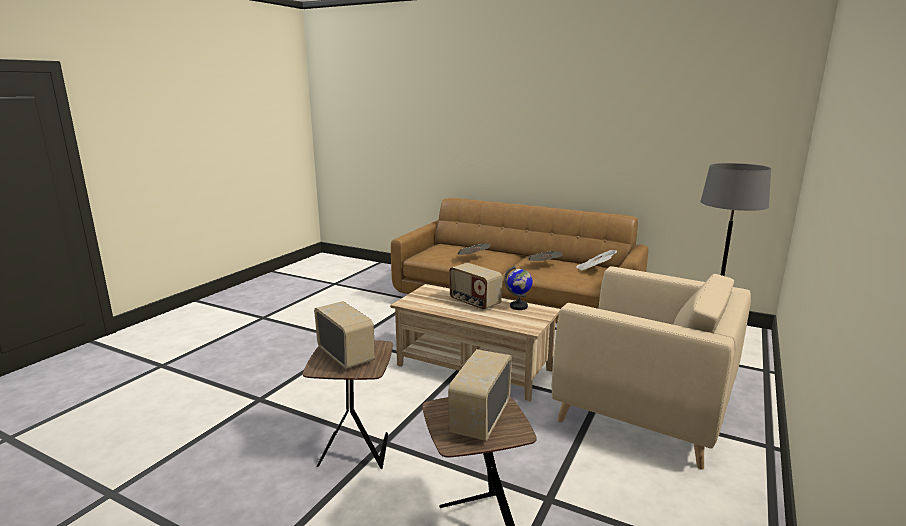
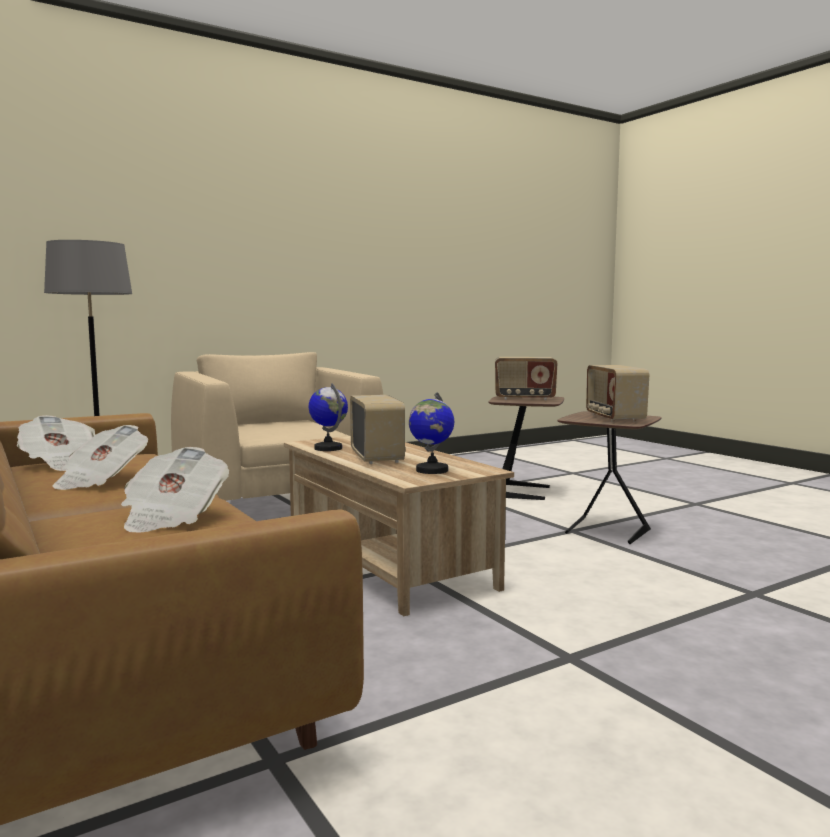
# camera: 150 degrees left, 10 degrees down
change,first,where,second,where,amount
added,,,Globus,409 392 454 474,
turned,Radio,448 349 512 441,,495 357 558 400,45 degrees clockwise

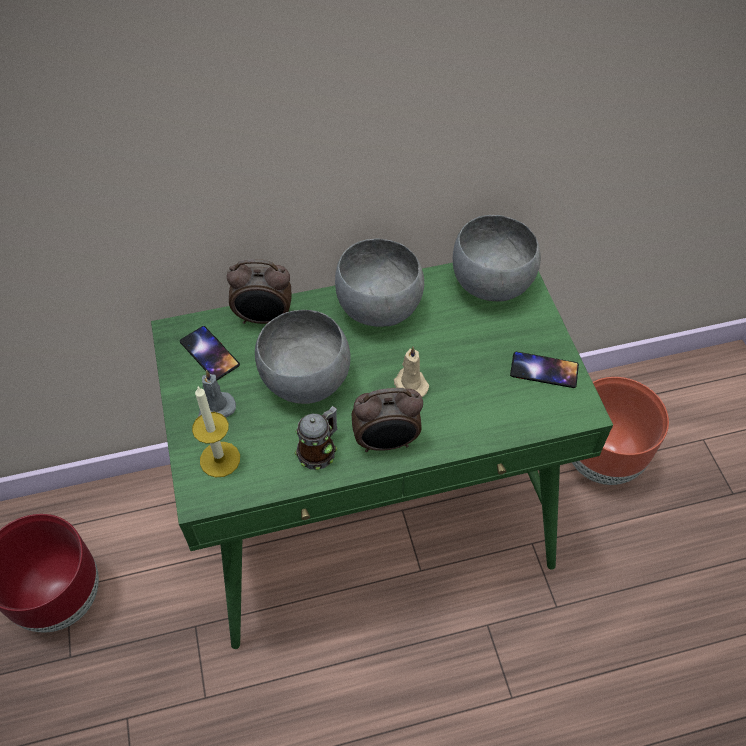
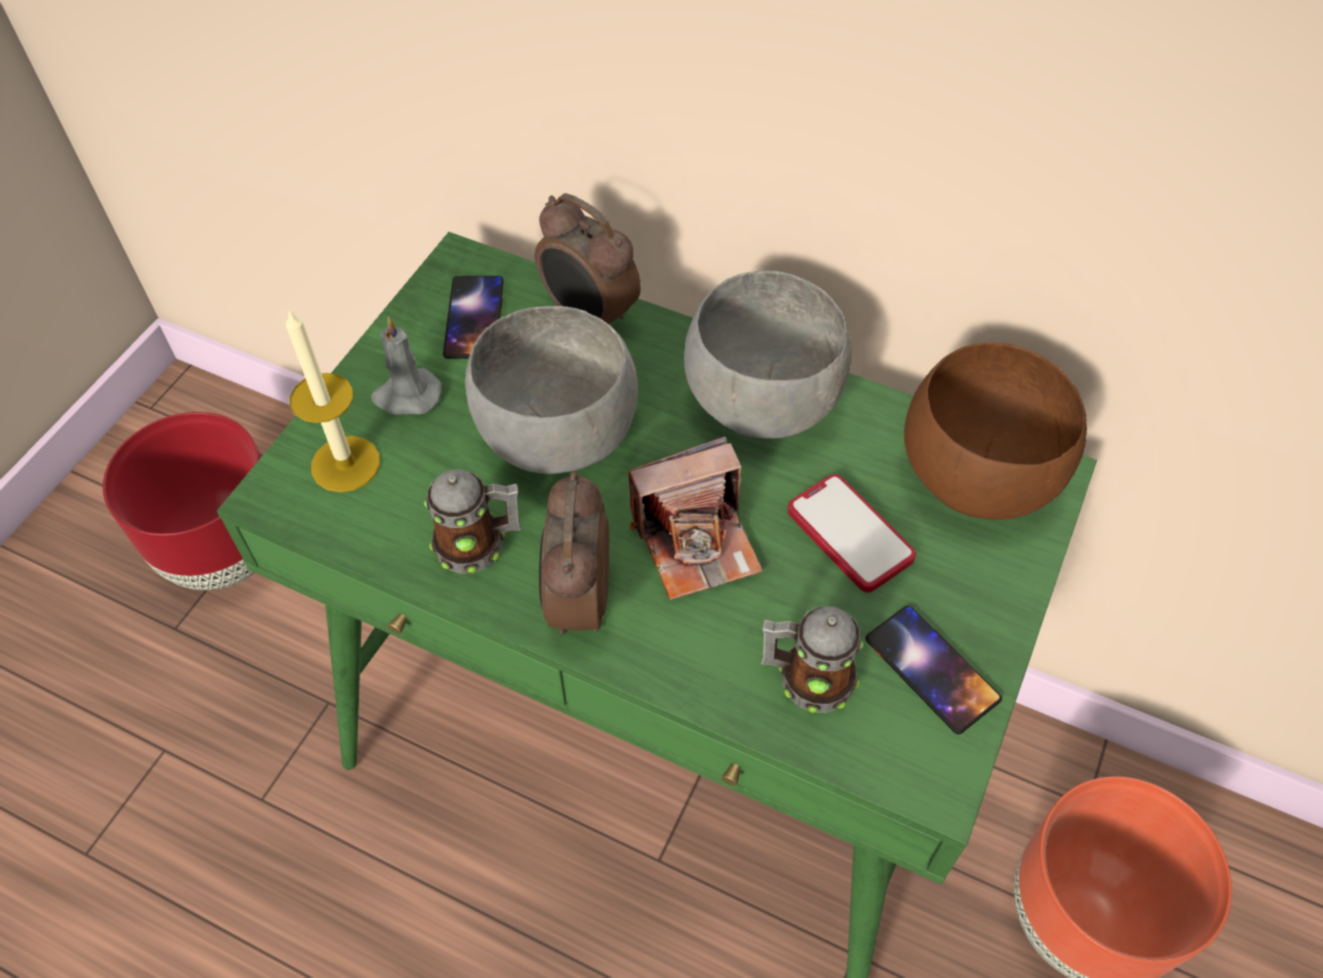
# camera: 40 degrees right, 0 degrees up
change,first,where,second,where,amount
added,,,Henkelbecher,761 606 864 713,
added,,,Handy,788 474 916 593,
replaced,Kerze [beige],394 346 429 397,Kamera,628 436 763 600,
recoloured,Schüssel [grau],453 215 541 301,Schüssel [braun],904 342 1087 520,
turned,Wecker,352 388 423 452,,539 471 609 635,60 degrees clockwise

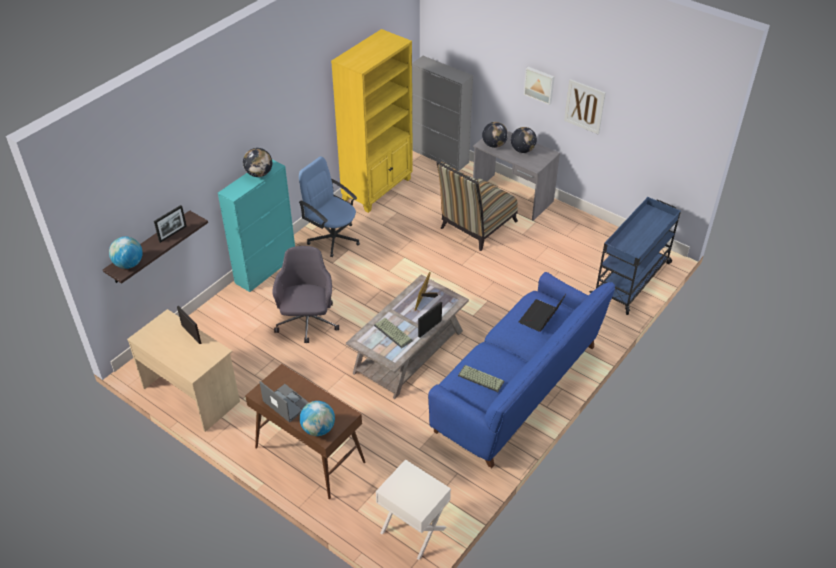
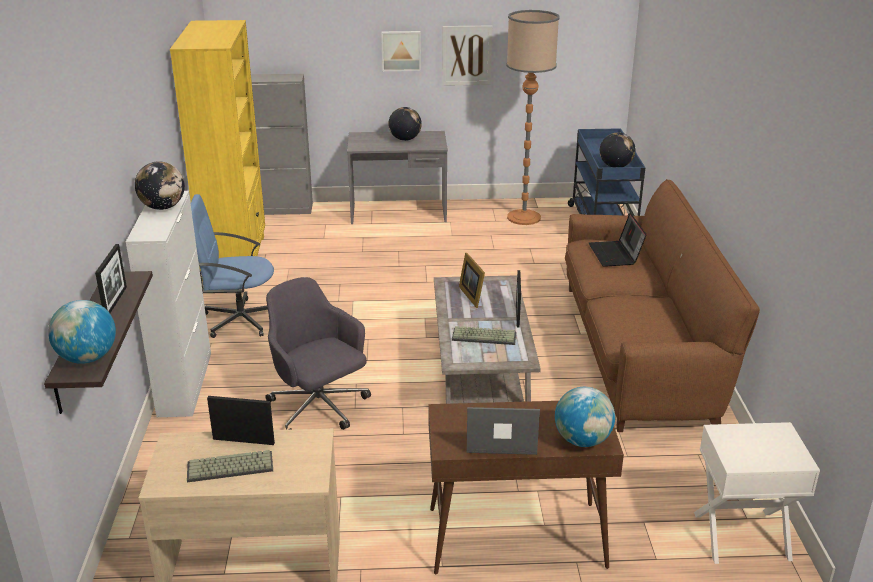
# camera: 40 degrees left, 15 degrees down
change,first,where,second,where,amount
removed,Stuhl,436 161 518 251,,,
added,,,Stehlampe,506 10 560 225,
moved,Tastatur,458 365 504 392,,187 450 273 482,
moved,Globus,482 122 508 148,,600 133 635 167,
recoloured,Schrank [türkis],218 159 295 292,Schrank [weiß],126 191 211 417,
recoloured,Sofa [blau],428 272 615 468,Sofa [braun],565 179 760 432,

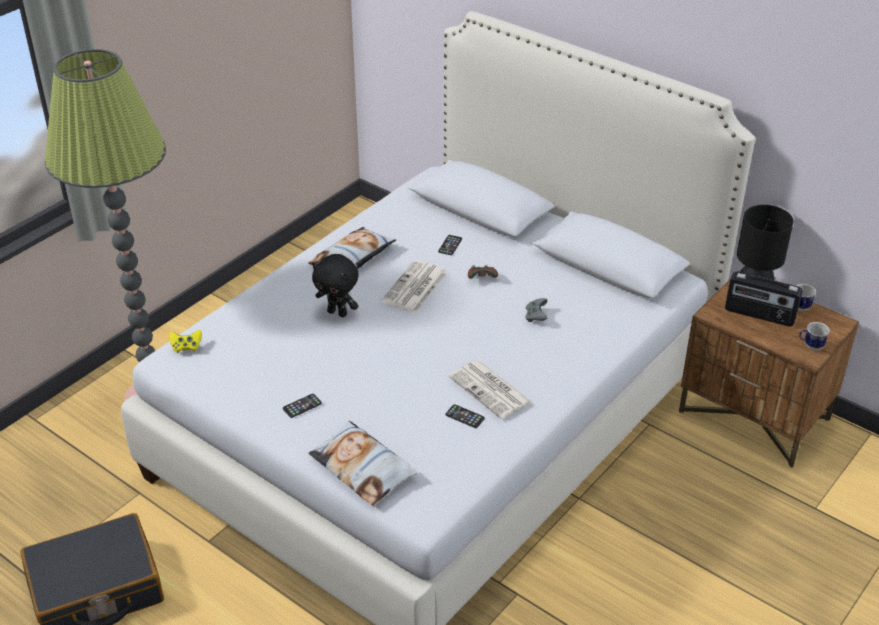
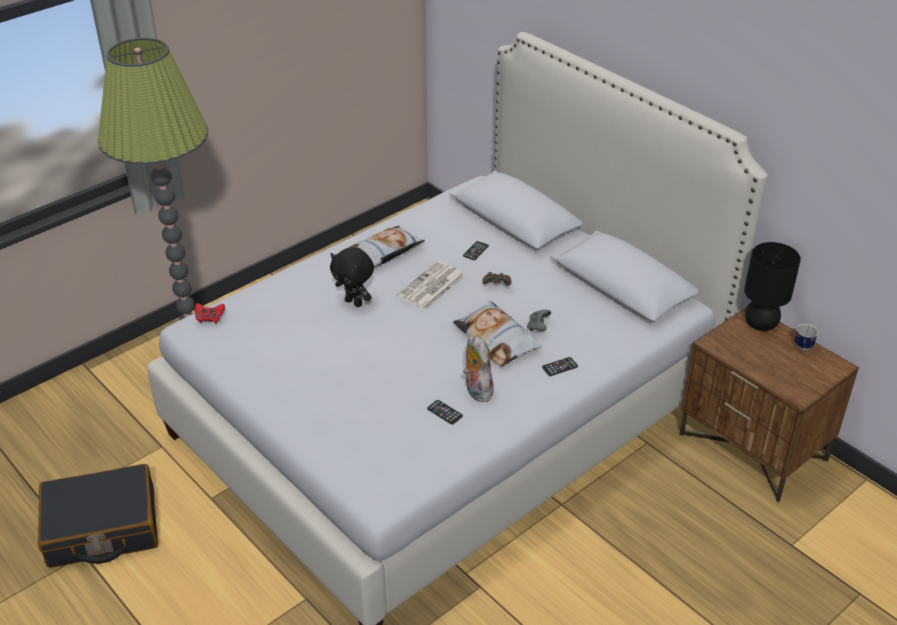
# camera: 10 degrees right, 0 degrees up
change,first,where,second,where,amount
removed,Radio,725 272 802 327,,,
removed,Henkelbecher,799 322 830 350,,,
moved,Handy,283 394 322 418,,542 357 578 376,
moved,Kissen,309 421 417 505,,453 301 542 367,
replaced,Zeitung,449 360 532 419,Plüschtier,463 336 494 402,
recoloured,Gamepad [gelb],169 330 202 353,Gamepad [rot],195 303 225 324,

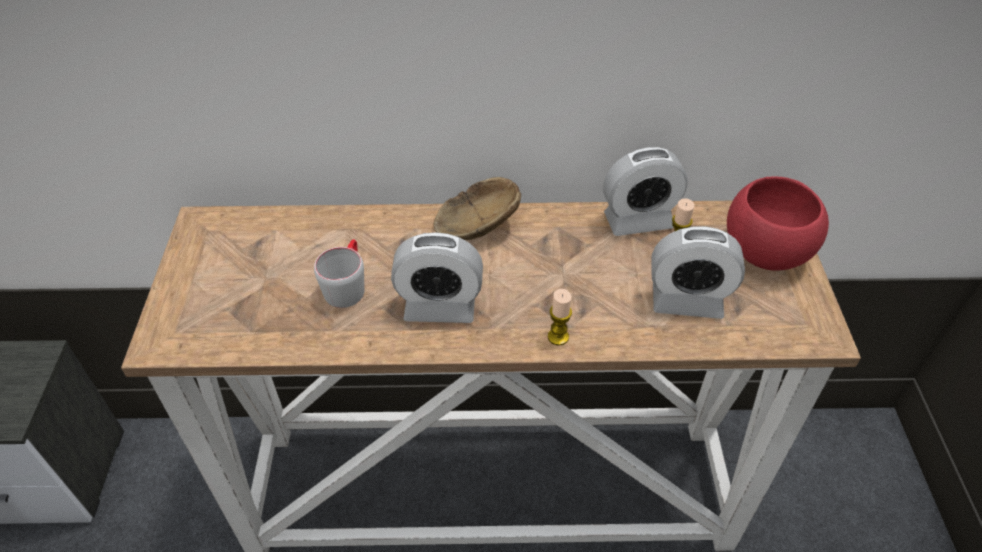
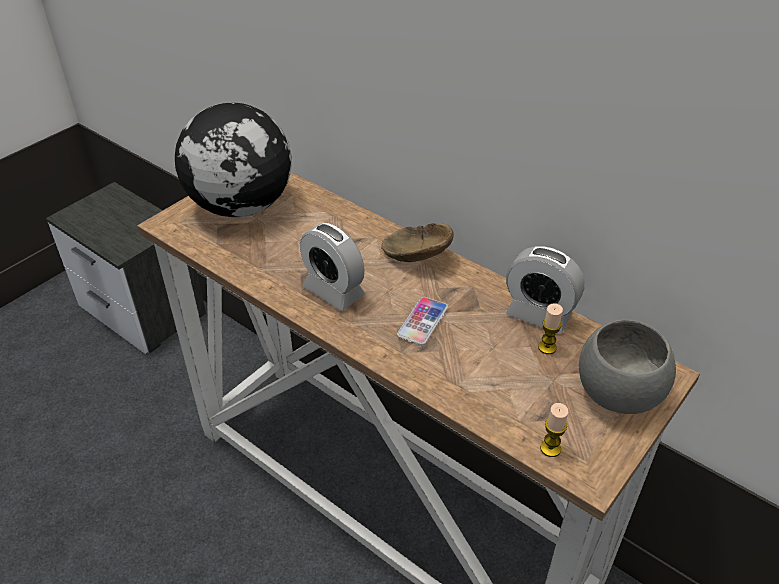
# camera: 40 degrees right, 5 degrees down
change,first,where,second,where,amount
removed,Henkelbecher [grau],314 239 364 308,,,
removed,Wecker,651 226 745 319,,,
added,,,Globus,175 103 292 217,
added,,,Handy,397 297 448 346,
moved,Kerze,548 289 572 346,,540 403 568 457,
recoloured,Schüssel [rot],727 177 829 271,Schüssel [grau],579 319 676 414,

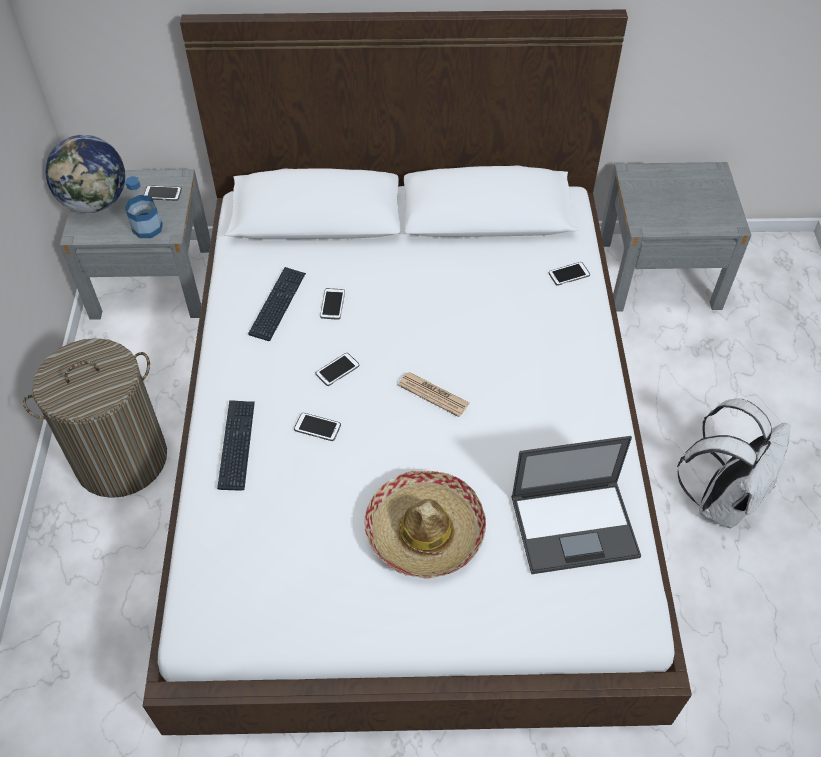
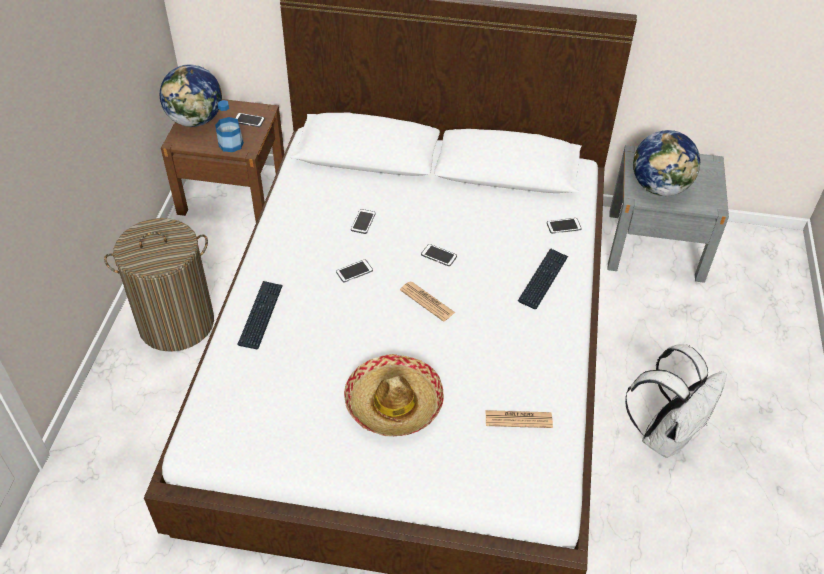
# camera: 10 degrees right, 5 degrees down
change,first,where,second,where,amount
added,,,Globus,633 130 700 196,
moved,Tastatur,248 267 306 341,,518 248 568 309,
moved,Handy,294 413 341 441,,421 244 457 266,
replaced,Laptop,511 436 641 574,Zeitung,485 410 553 428,
recoloured,Nachttisch [grau],60 169 211 320,Nachttisch [braun],161 99 284 222,

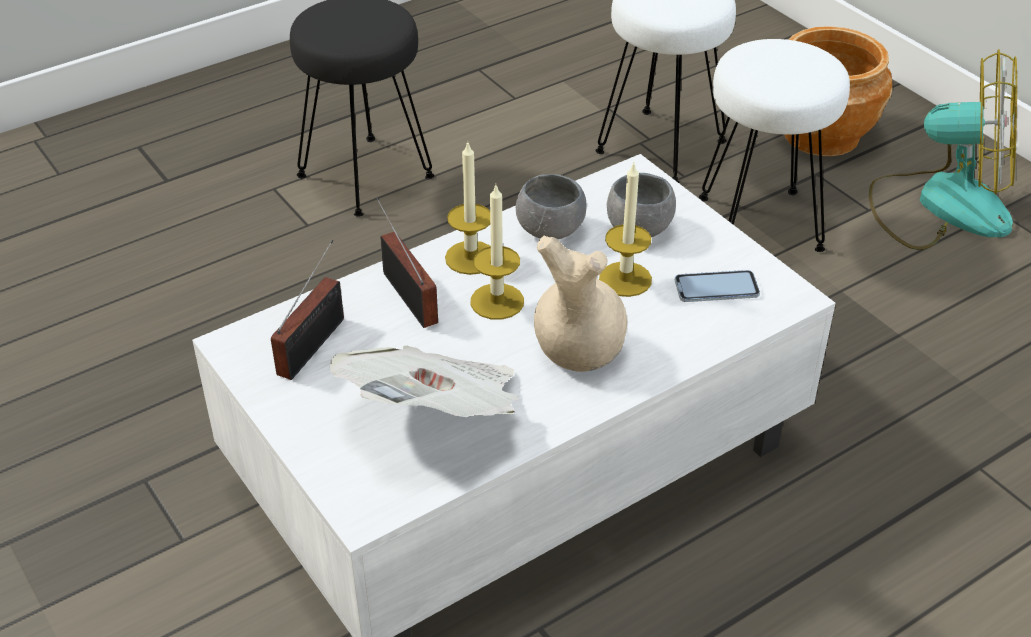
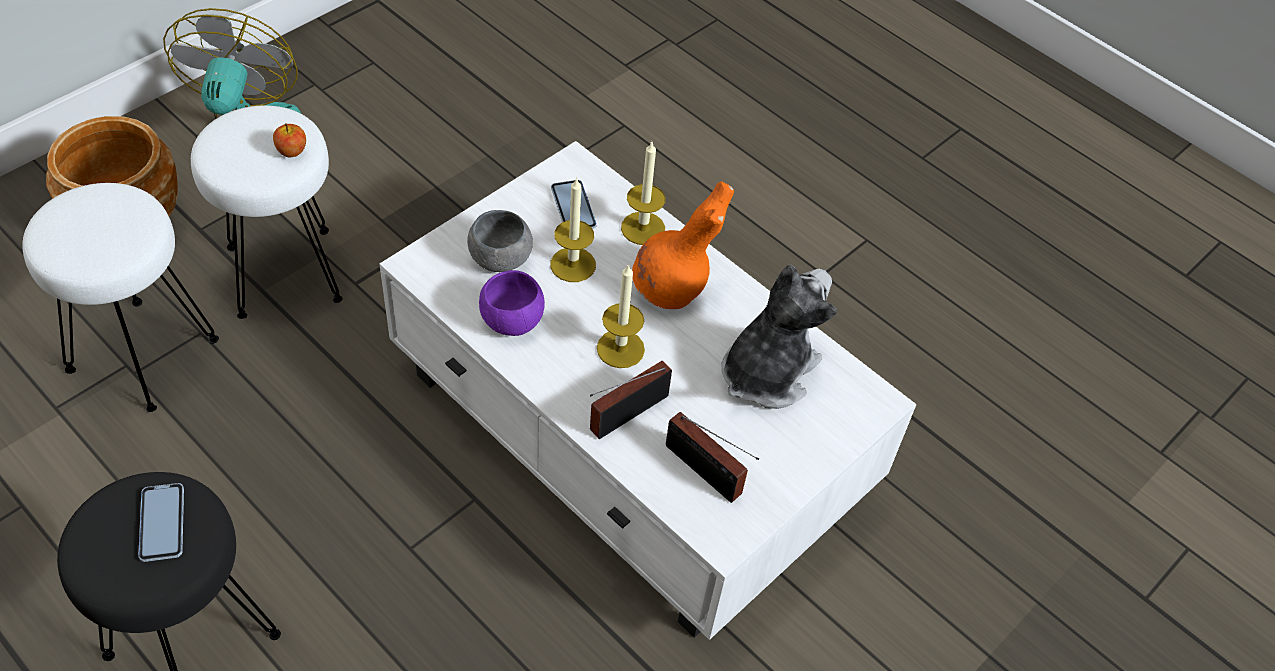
# camera: 105 degrees left, 10 degrees up
change,first,where,second,where,amount
added,,,Handy,138 483 184 562,
added,,,Apfel,273 123 306 157,
moved,Kerze,445 140 490 275,,621 142 665 245,
replaced,Zeitung,330 346 519 417,Plüschtier,721 265 837 409,
recoloured,Schüssel [grau],516 174 587 239,Schüssel [lila],479 270 545 336,
recoloured,Vase [beige],534 236 627 372,Vase [orange],632 181 734 309,
turned,Radio,271 240 344 380,,666 412 759 503,150 degrees counterclockwise

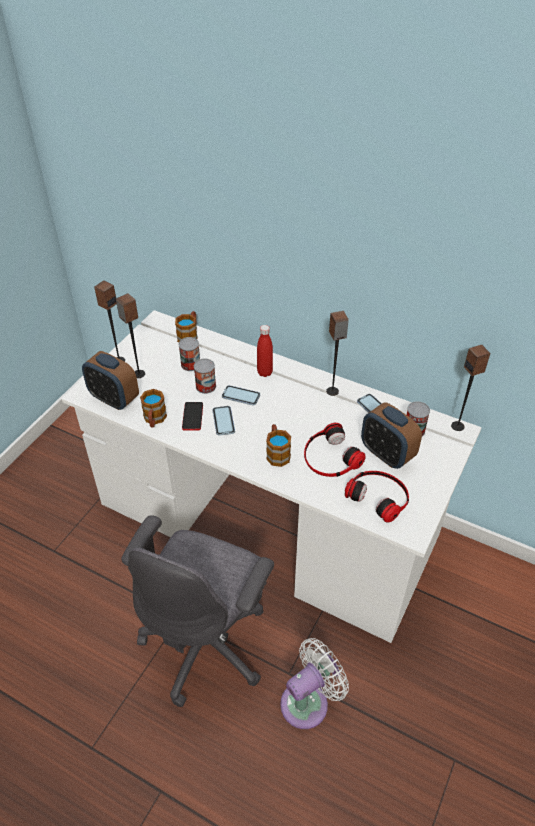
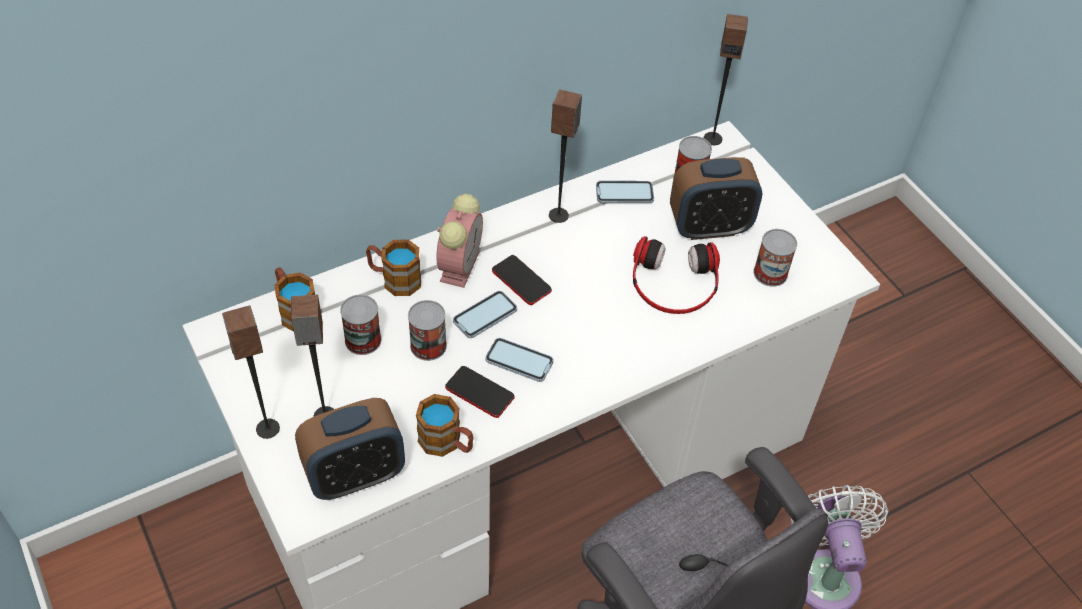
# camera: 60 degrees left, 5 degrees up
change,first,where,second,where,amount
added,,,Handy,492 255 552 305,
moved,Henkelbecher,266 424 291 467,,366 240 421 296,
replaced,Flasche [rot],257 325 273 377,Wecker,436 194 483 288,
replaced,Kopfhörer,345 471 409 523,Dose,753 229 797 287,

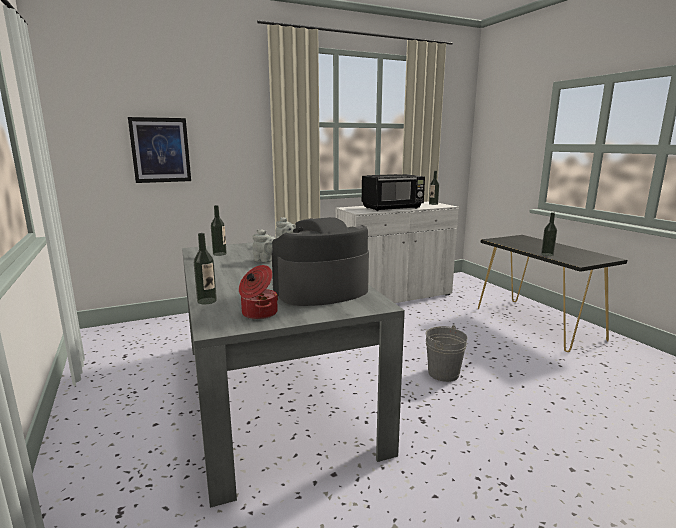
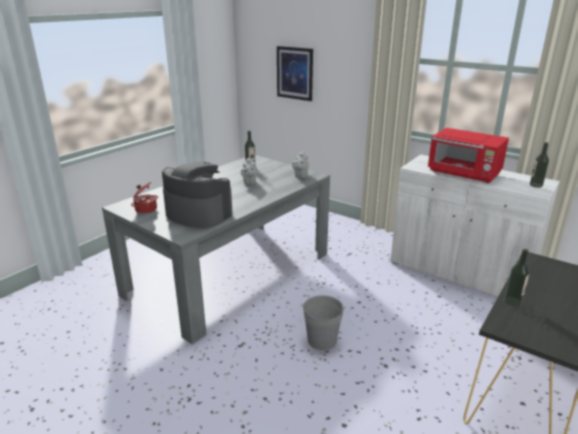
# camera: 60 degrees right, 10 degrees up
change,first,where,second,where,amount
removed,Flasche,194 233 217 304,,,
recoloured,Mikrowelle [schwarz],362 174 425 211,Mikrowelle [rot],428 128 509 183,

